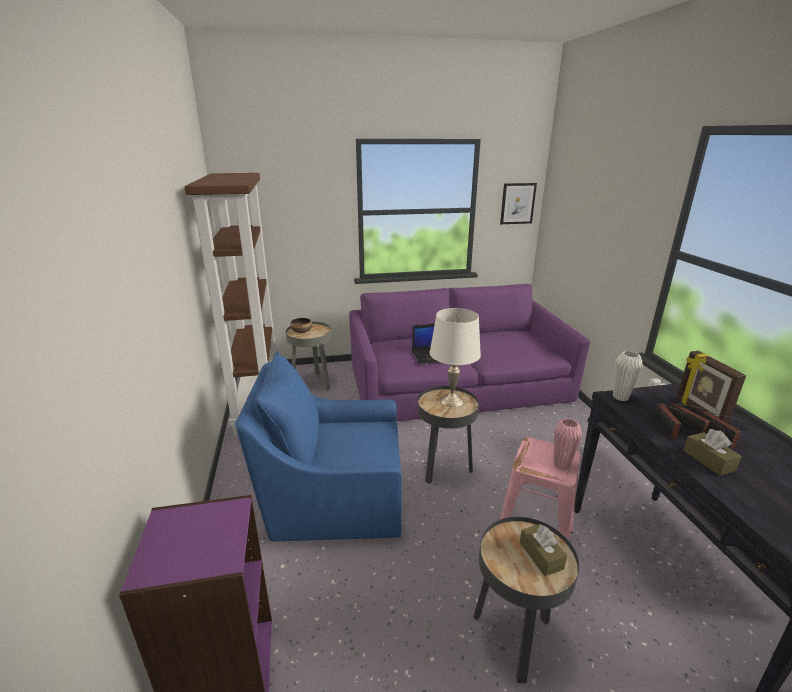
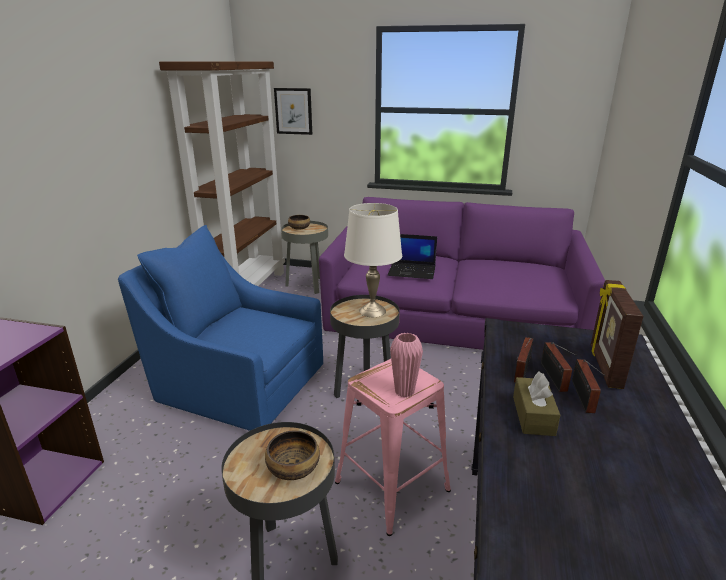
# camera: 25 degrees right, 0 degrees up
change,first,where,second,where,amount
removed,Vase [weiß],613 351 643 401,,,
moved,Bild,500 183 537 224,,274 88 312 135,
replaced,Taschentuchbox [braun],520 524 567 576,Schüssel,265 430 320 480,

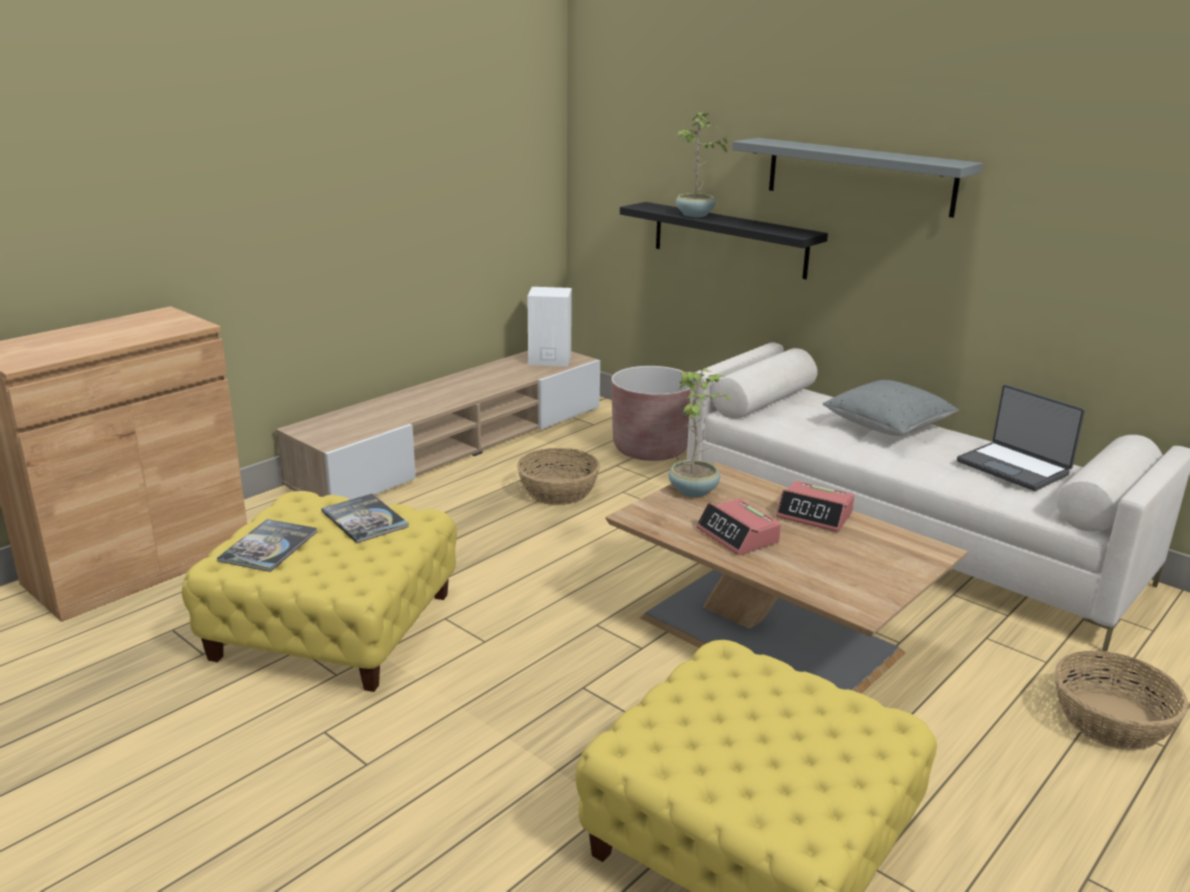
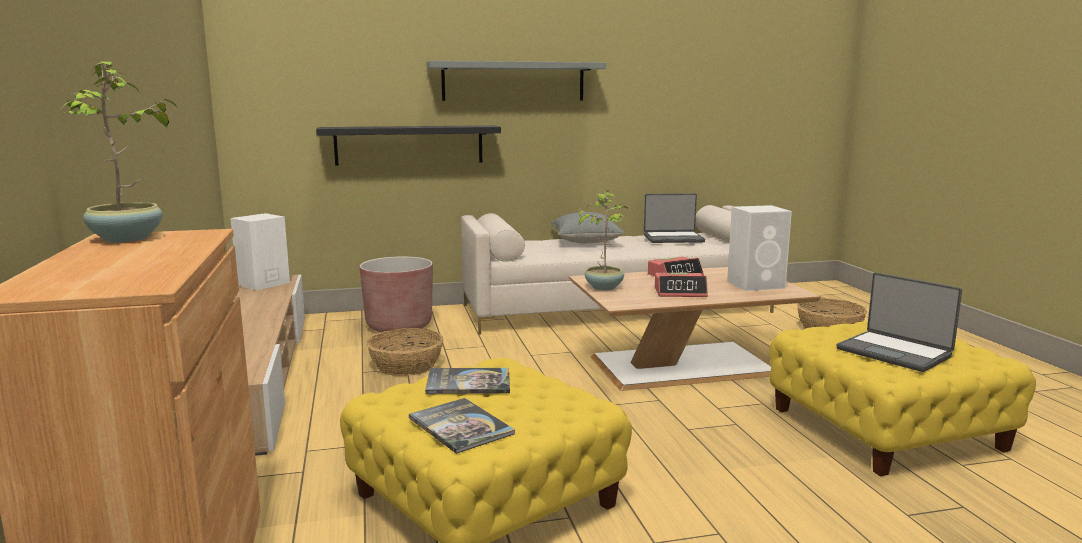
# camera: 55 degrees left, 10 degrees down
change,first,where,second,where,amount
added,,,Lautsprecher [weiß],727 205 792 291,
added,,,Laptop,837 272 962 372,
moved,Topfpflanze,676 112 731 217,,61 62 178 242,

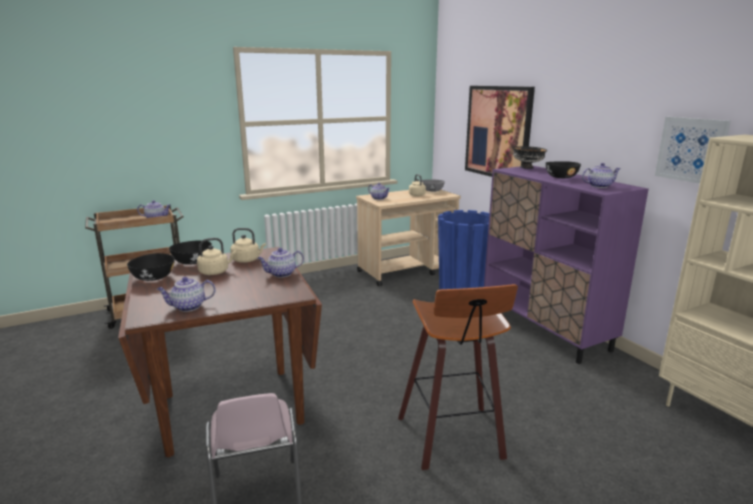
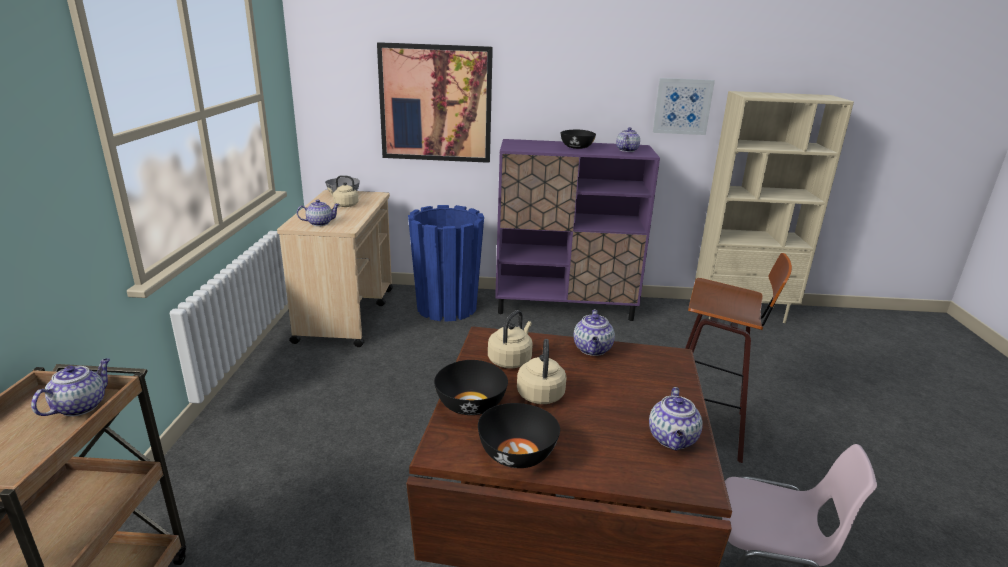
# camera: 60 degrees left, 5 degrees up
change,first,where,second,where,amount
removed,Schüssel [schwarz],512 146 547 169,,,

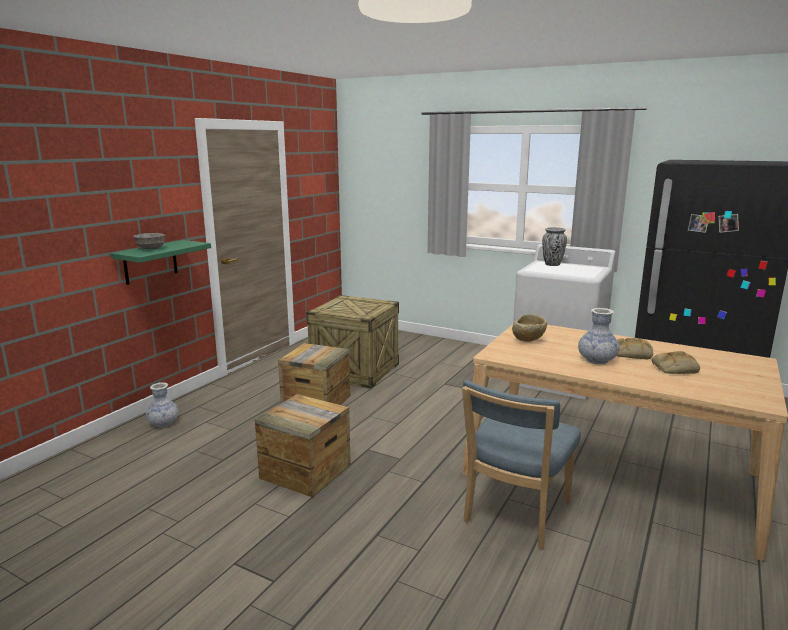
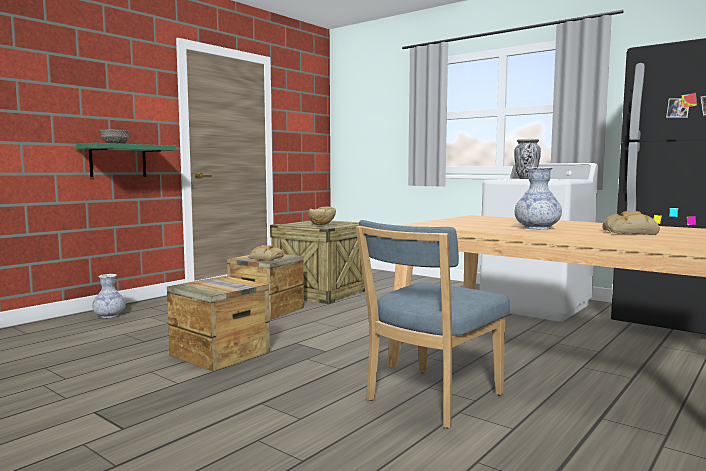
# camera: 10 degrees right, 10 degrees down
change,first,where,second,where,amount
moved,Schüssel [beige],512 314 547 342,,308 207 336 226,
moved,Brot,617 338 653 359,,249 245 284 261,

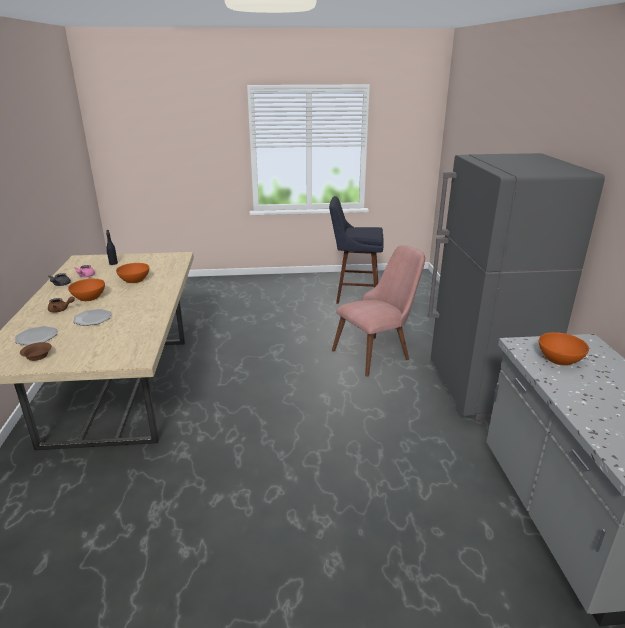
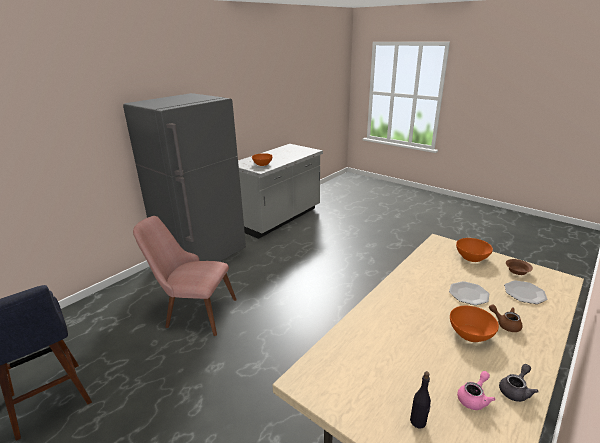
# camera: 135 degrees left, 0 degrees up
change,first,where,second,where,amount
moved,Schüssel [orange],116 263 149 283,,456 238 493 262,

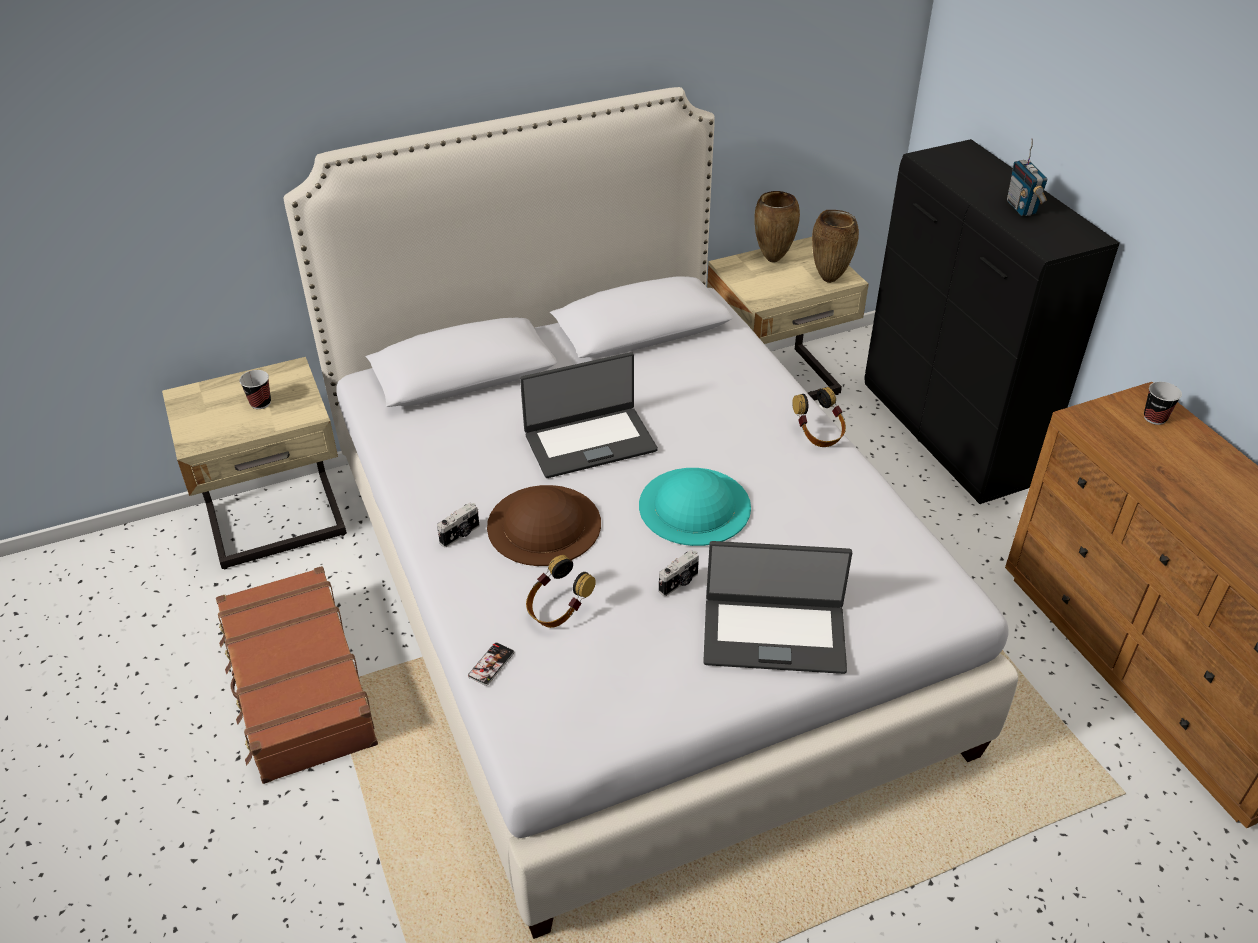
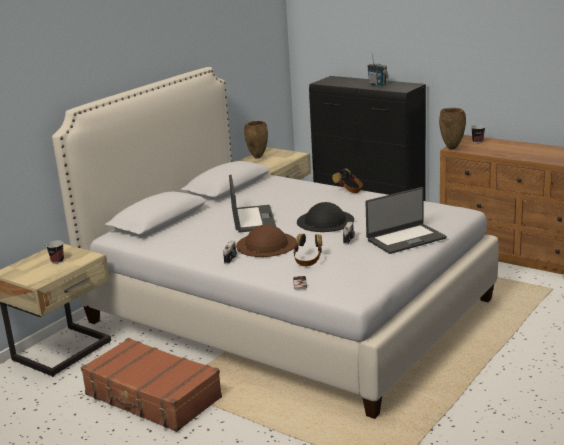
# camera: 30 degrees left, 20 degrees down
change,first,where,second,where,amount
moved,Vase [braun],812 210 859 283,,439 108 466 150,
recoloured,Hut [türkis],639 468 751 546,Hut [schwarz],297 202 354 232,
turned,Laptop,520 352 658 478,,229 175 276 233,45 degrees counterclockwise

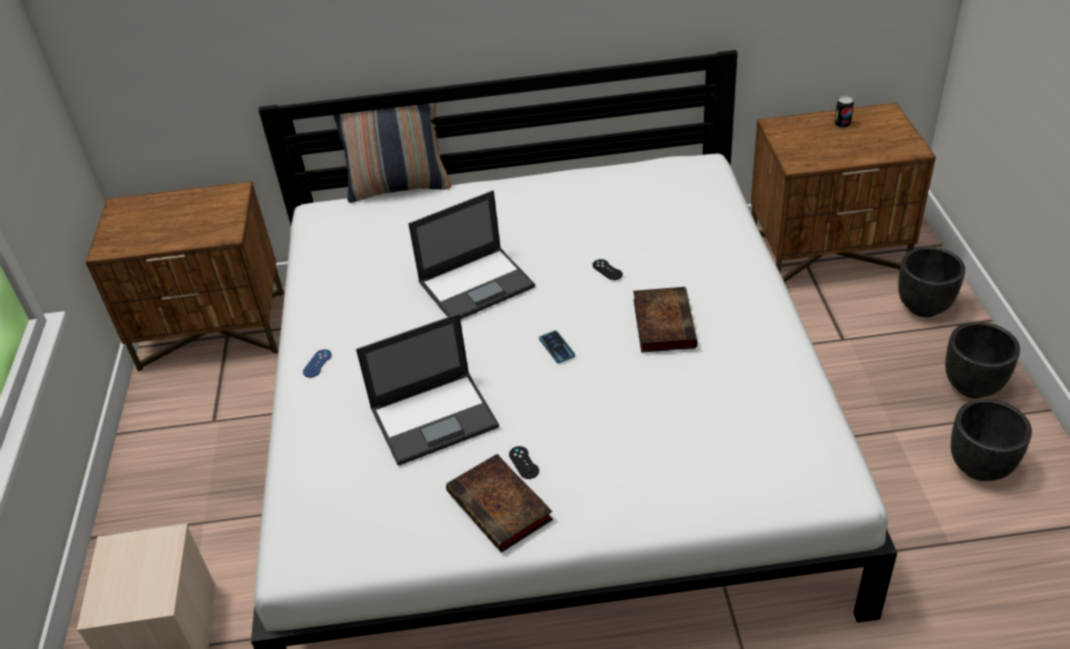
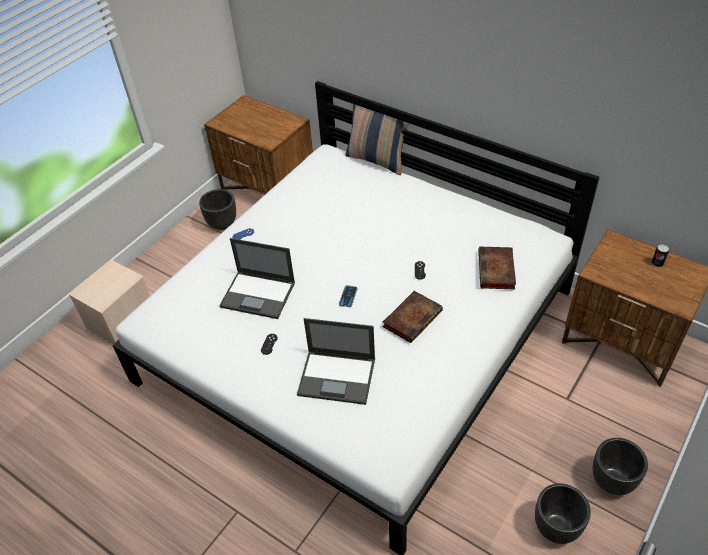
# camera: 40 degrees right, 5 degrees up
change,first,where,second,where,amount
moved,Laptop,408 190 535 320,,297 318 375 405,
moved,Buch,446 454 553 553,,478 247 516 289,
moved,Pflanzkübel [schwarz],898 247 965 317,,199 189 236 230,

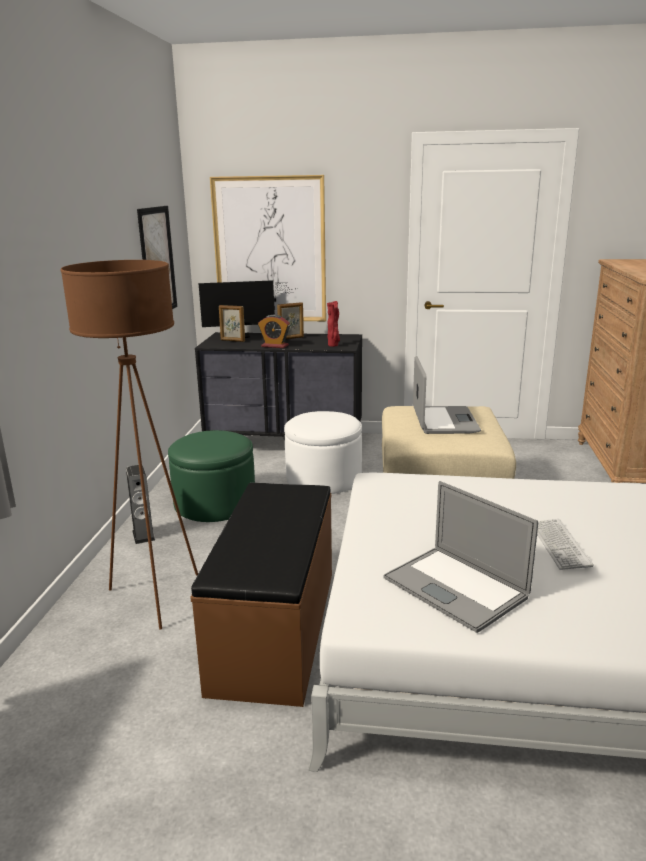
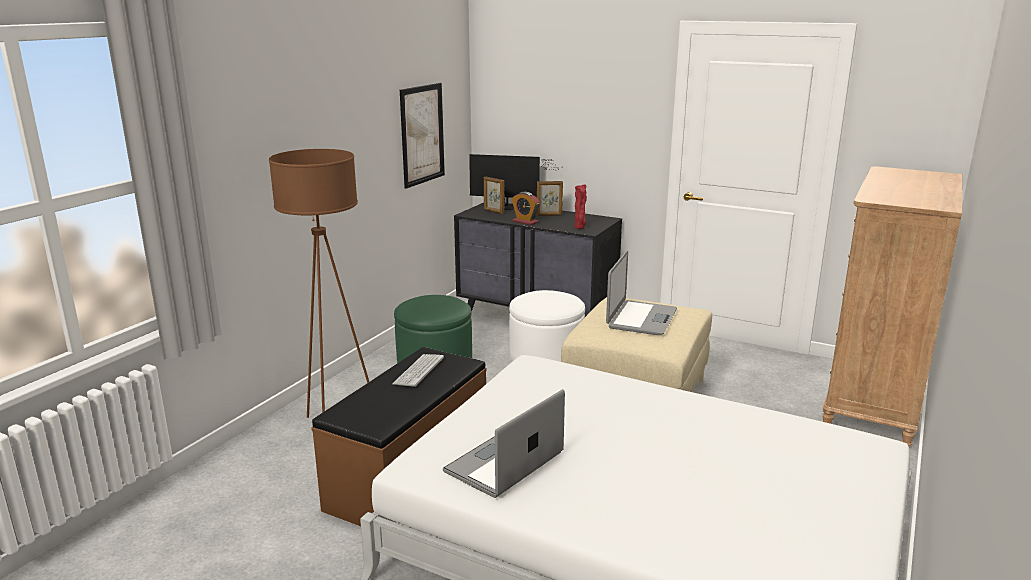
# camera: 20 degrees right, 0 degrees up
change,first,where,second,where,amount
removed,Lautsprecher,126 465 155 544,,,
removed,Bild,210 175 326 321,,,
moved,Tastatur,537 519 594 570,,392 354 444 387,
turned,Laptop,384 481 538 633,,443 389 565 498,60 degrees clockwise

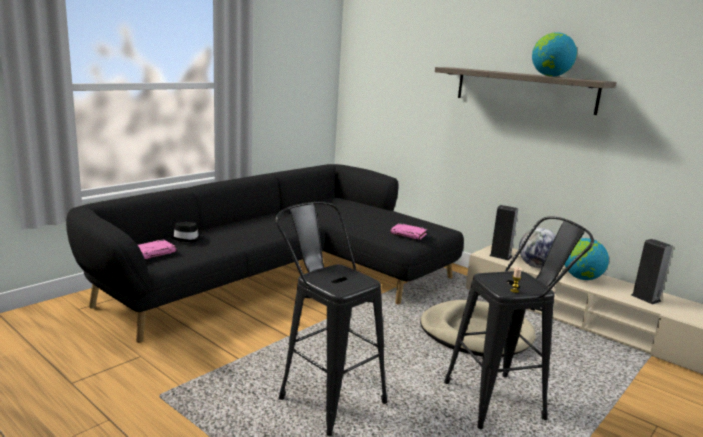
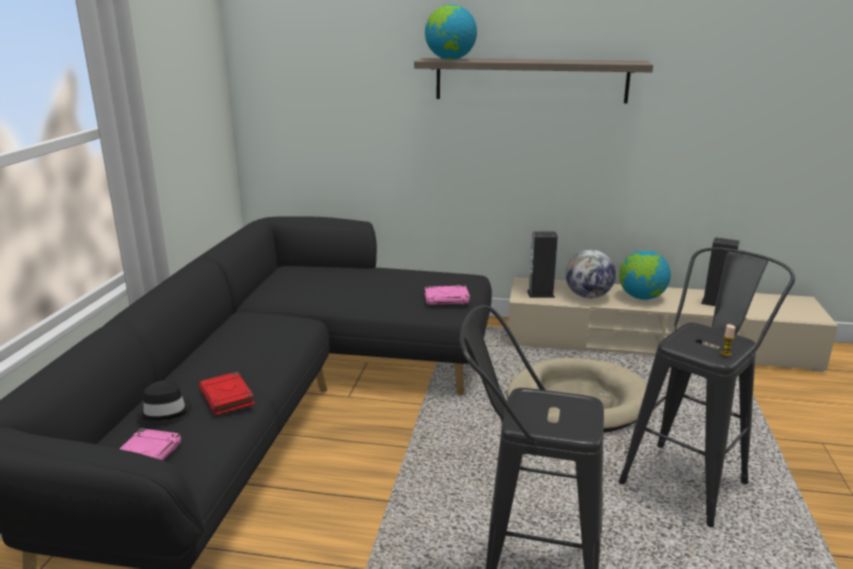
# camera: 30 degrees left, 5 degrees up
change,first,where,second,where,amount
added,,,Buch [rot],199 372 255 415,
moved,Globus,532 32 577 77,,425 4 477 60,

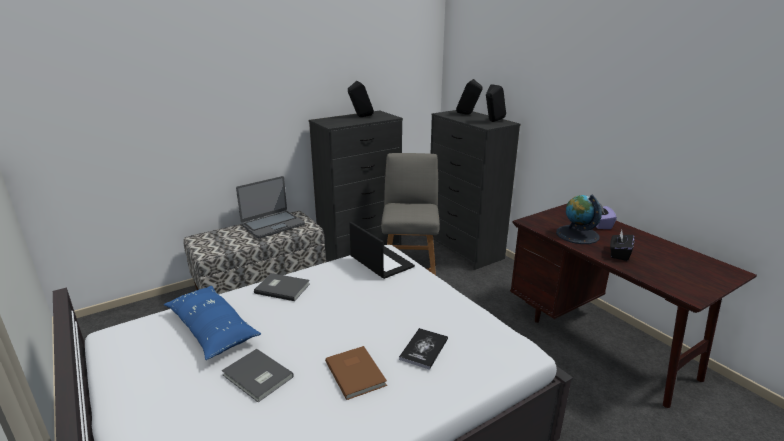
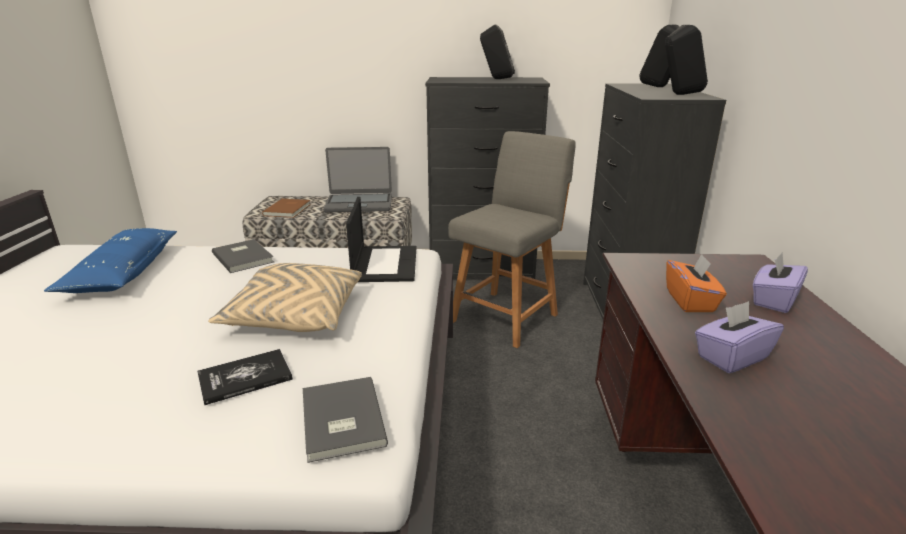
# camera: 35 degrees right, 0 degrees up
change,first,where,second,where,amount
added,,,Kissen [beige],208 263 362 332,
moved,Buch [grau],222 349 294 402,,303 377 388 463,
moved,Buch [braun],325 346 387 400,,262 199 311 218,
replaced,Globus,556 195 602 244,Taschentuchbox [orange],666 254 727 312,
recoloured,Taschentuchbox [schwarz],610 230 635 261,Taschentuchbox [lila],695 301 784 373,

